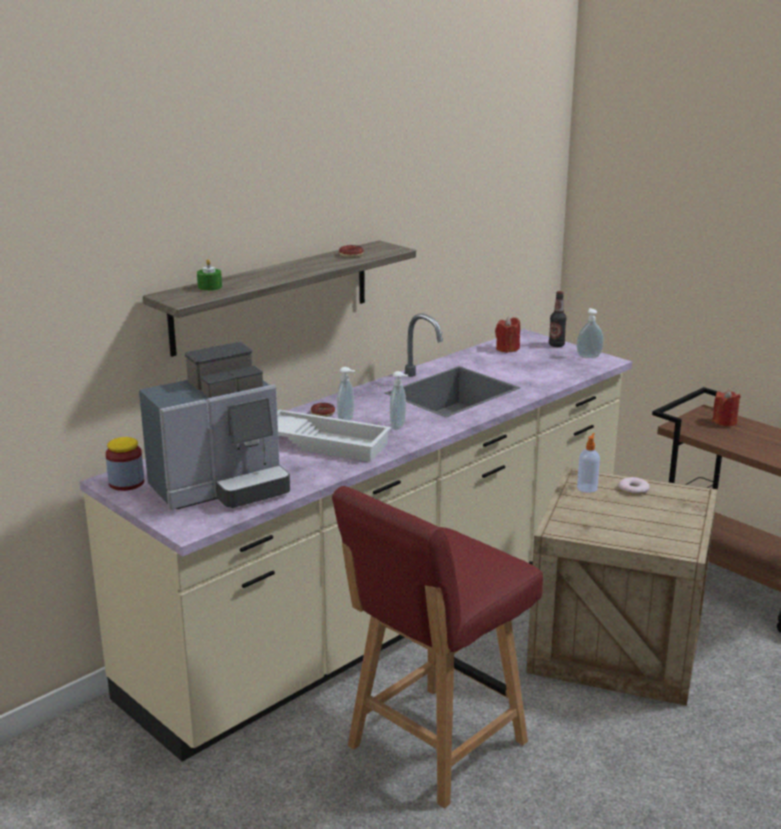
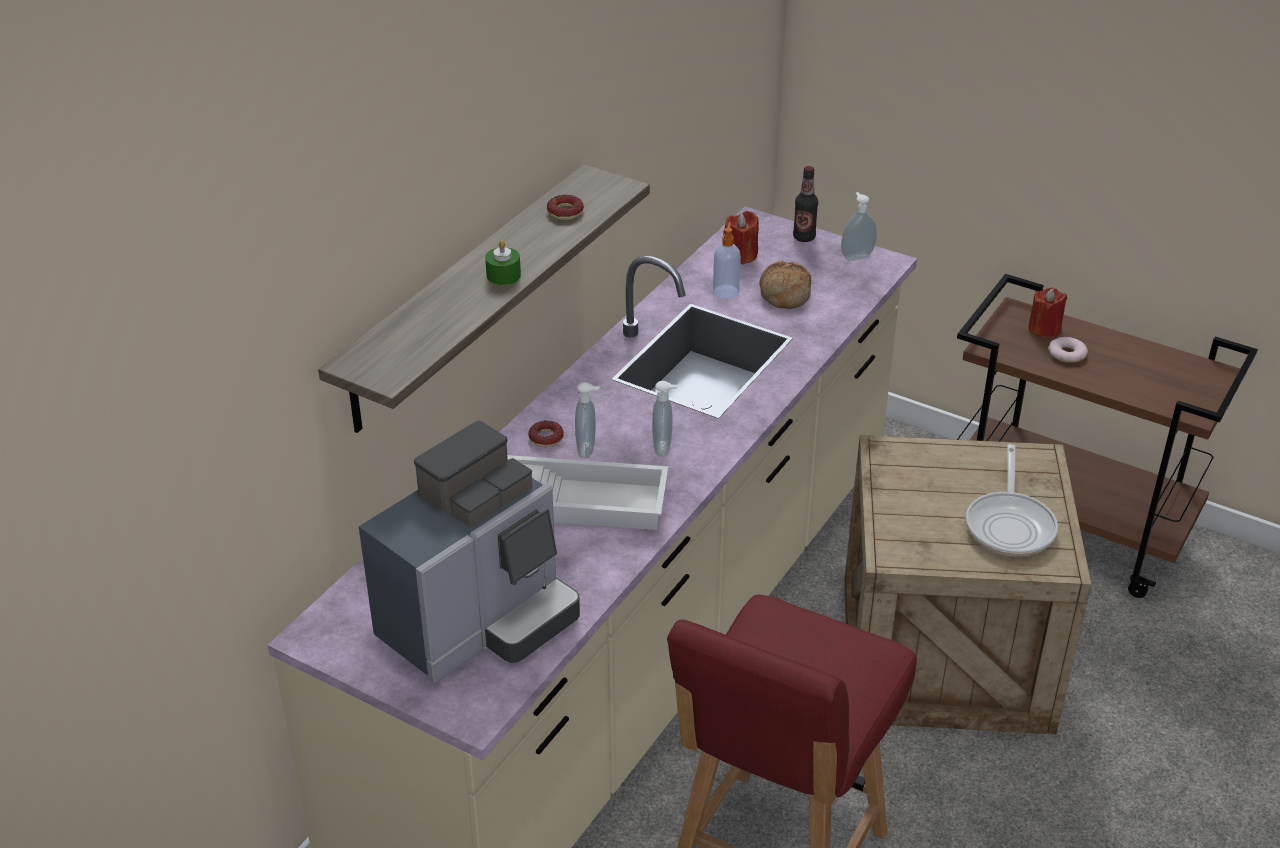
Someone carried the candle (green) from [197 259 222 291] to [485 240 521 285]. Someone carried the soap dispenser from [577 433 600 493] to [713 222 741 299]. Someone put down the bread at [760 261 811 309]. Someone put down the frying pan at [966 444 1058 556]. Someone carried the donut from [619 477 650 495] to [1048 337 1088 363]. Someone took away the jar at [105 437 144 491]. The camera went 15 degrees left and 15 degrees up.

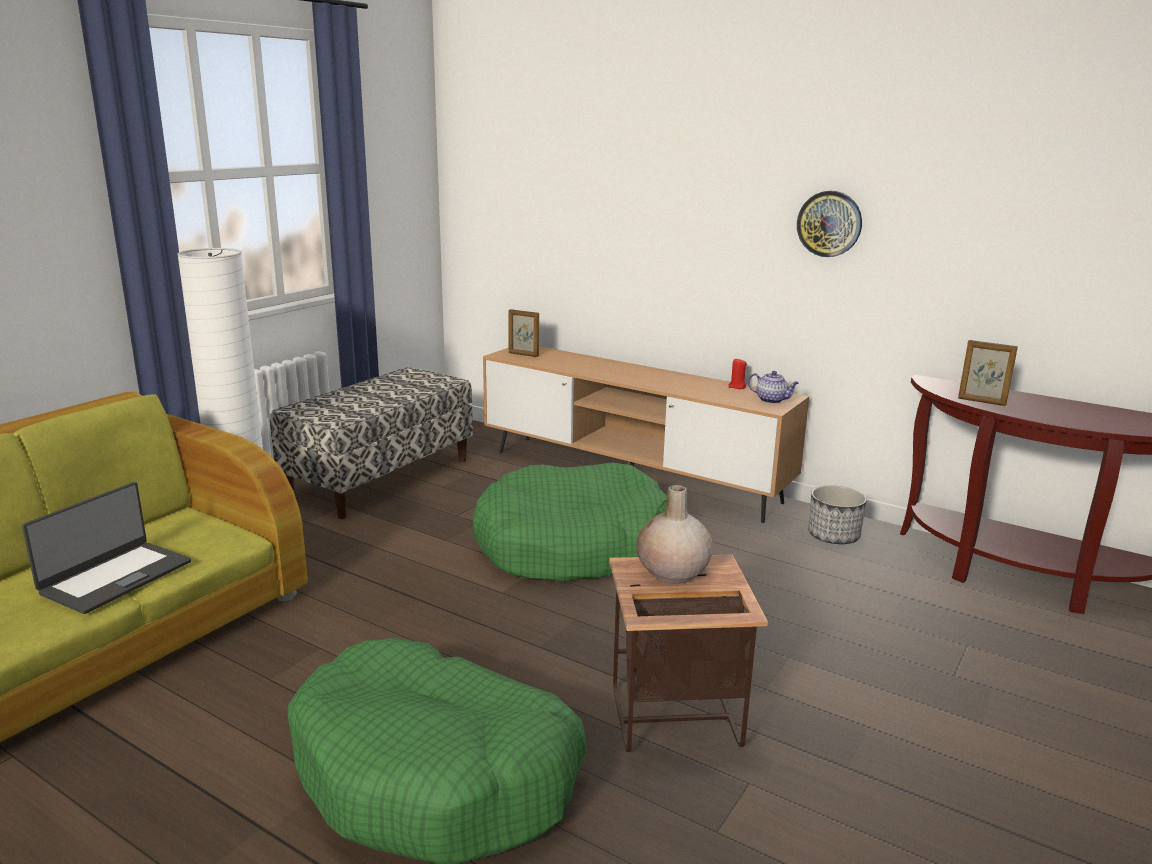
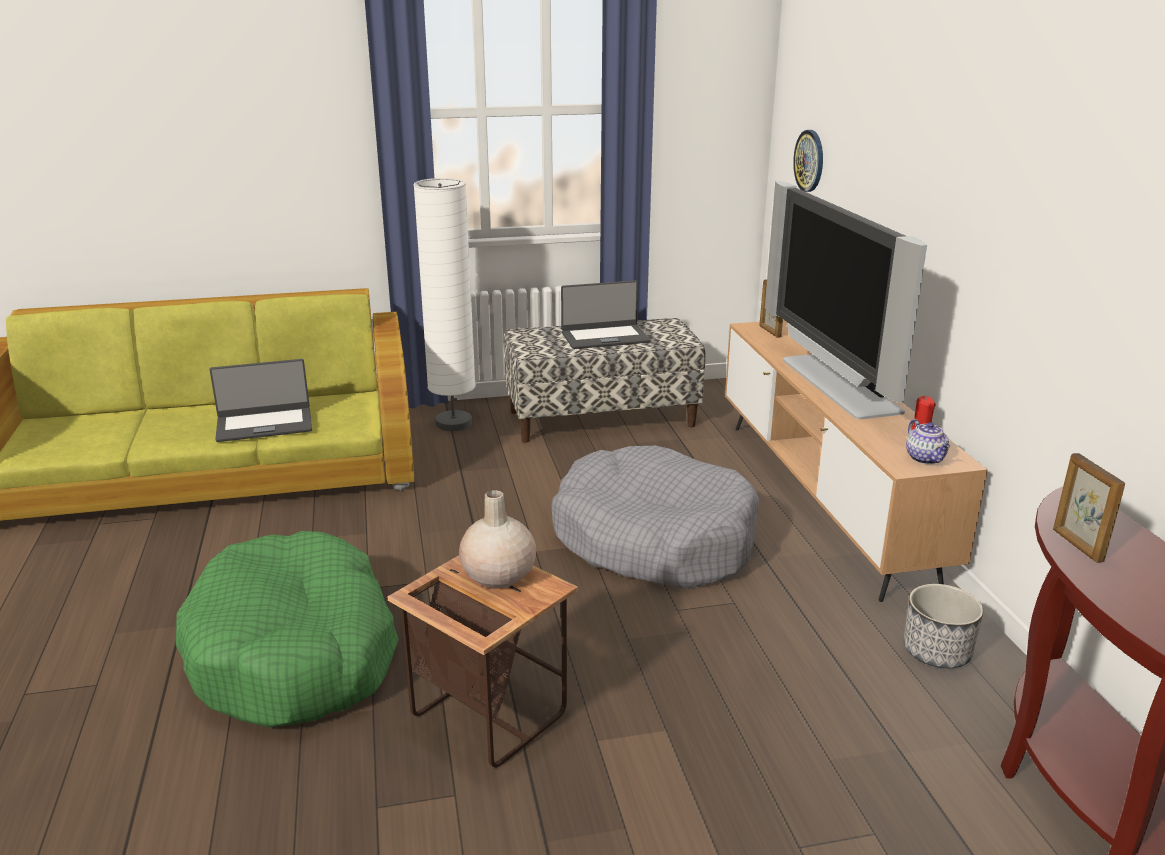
Someone repainted the dog bed (green) at [472 462 668 583], which became the dog bed (grey) at [551 446 759 589]. Someone put down the laptop at [561 280 650 349]. Someone put down the television at [765 181 927 420]. Someone carried the wall clock from [797 191 862 257] to [793 130 823 192]. The camera went 45 degrees right and 5 degrees up.

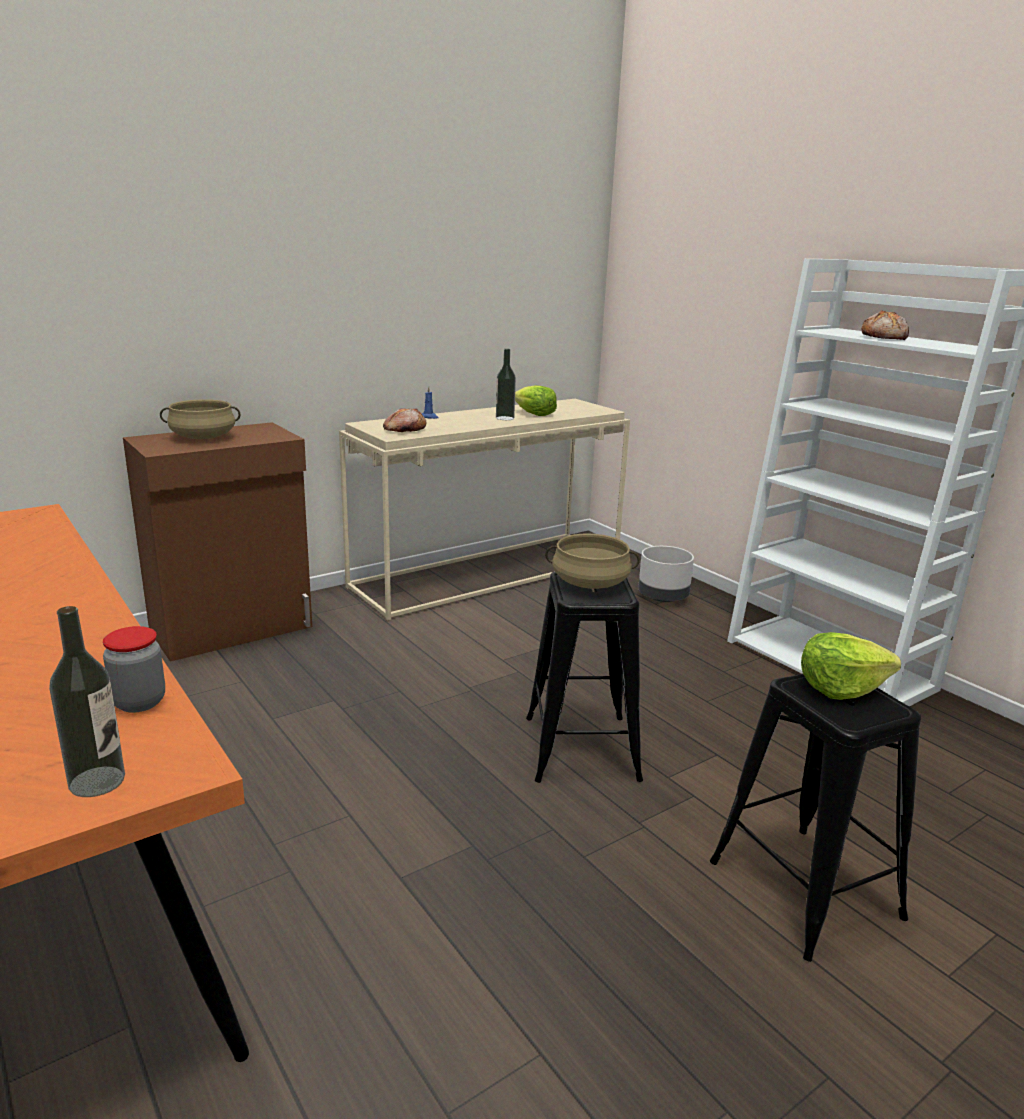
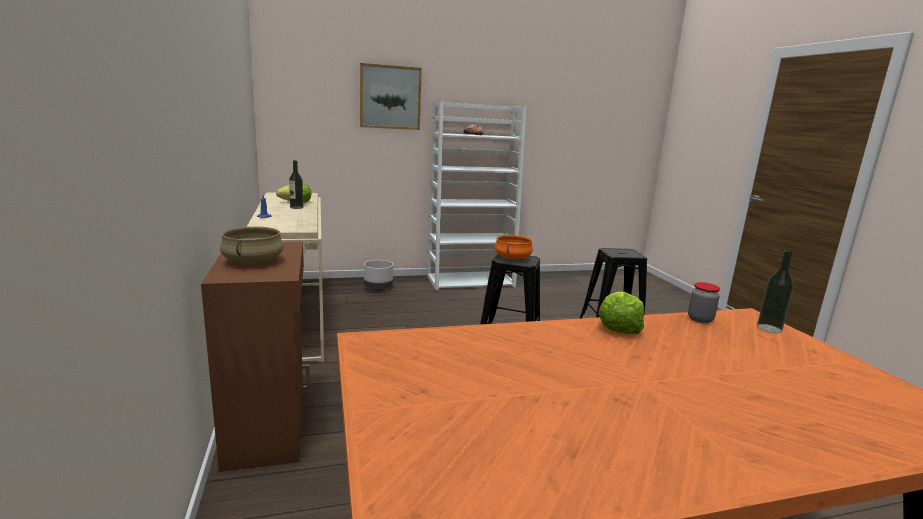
Someone put up the picture at [360 63 422 130]. Someone repainted the cooking pot (beige) at [545 534 640 589], which became the cooking pot (orange) at [495 235 533 260]. Someone carried the lettuce from [801 632 901 700] to [599 292 644 334]. Someone took away the bread at [383 408 427 432]. The camera went 70 degrees left and 5 degrees down.

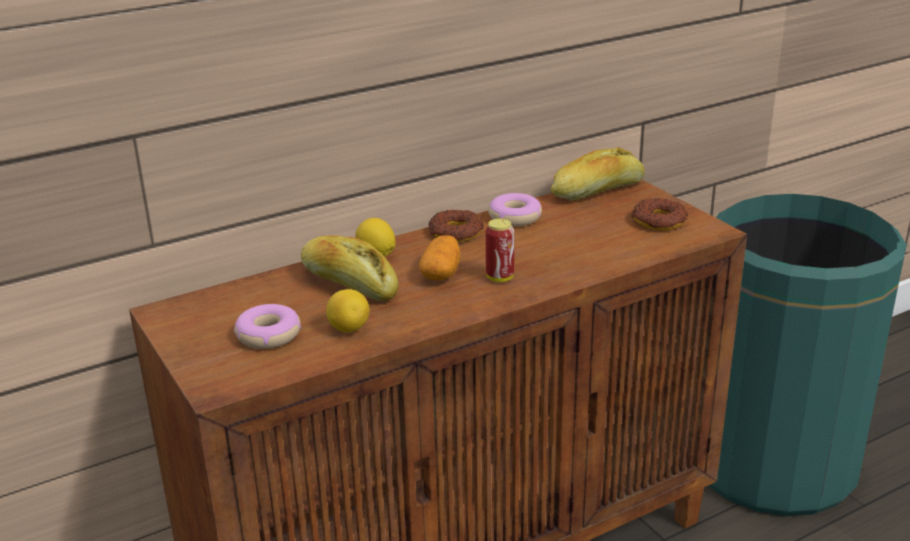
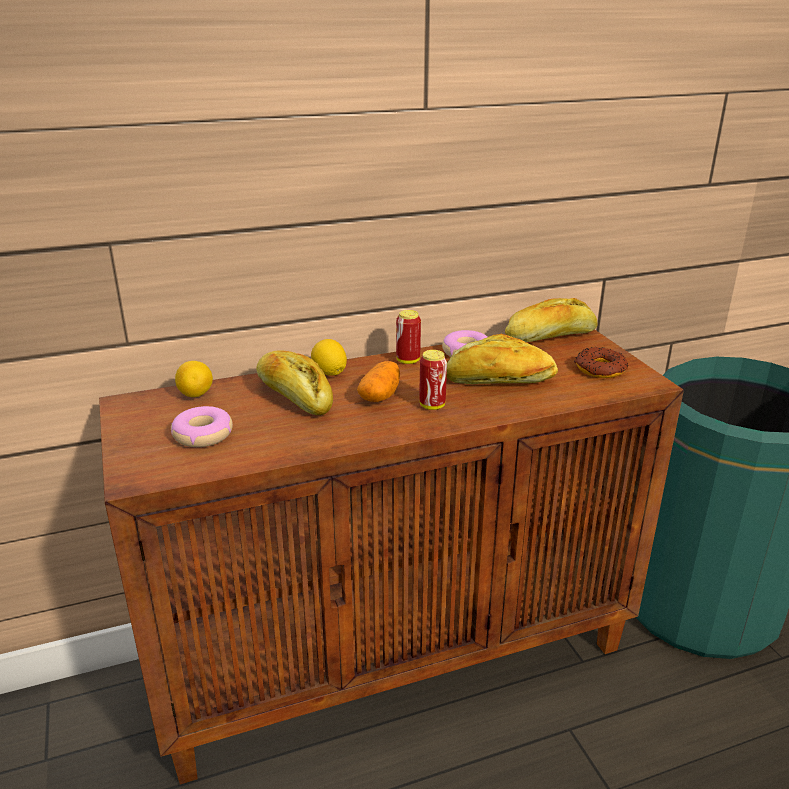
Someone carried the lemon from [326 289 370 332] to [175 361 213 397]. Someone swapped the donut at [428 210 484 242] for the can at [396 310 421 364]. Someone put down the bread at [447 334 558 384]. The camera went 10 degrees right and 0 degrees up.

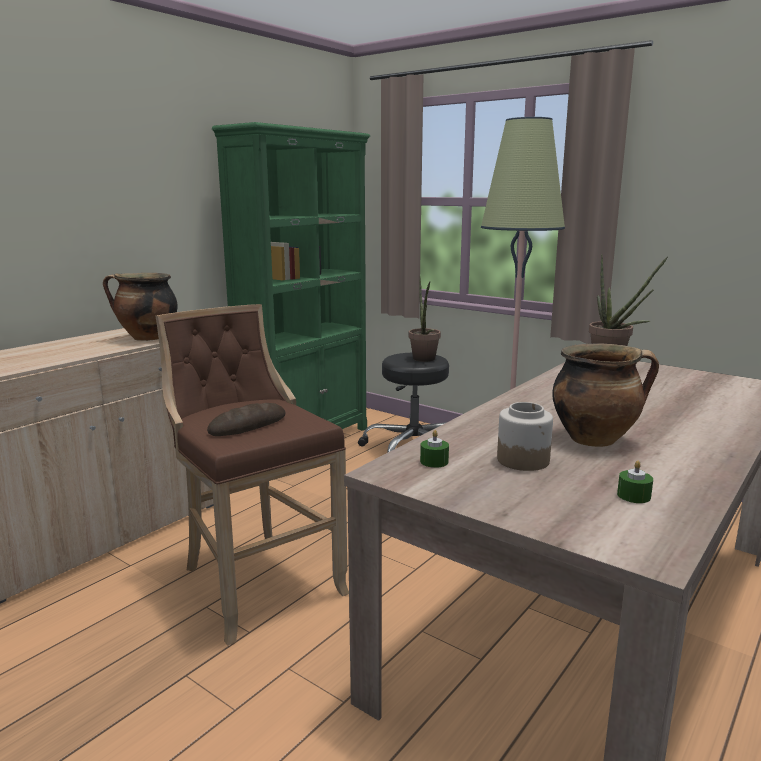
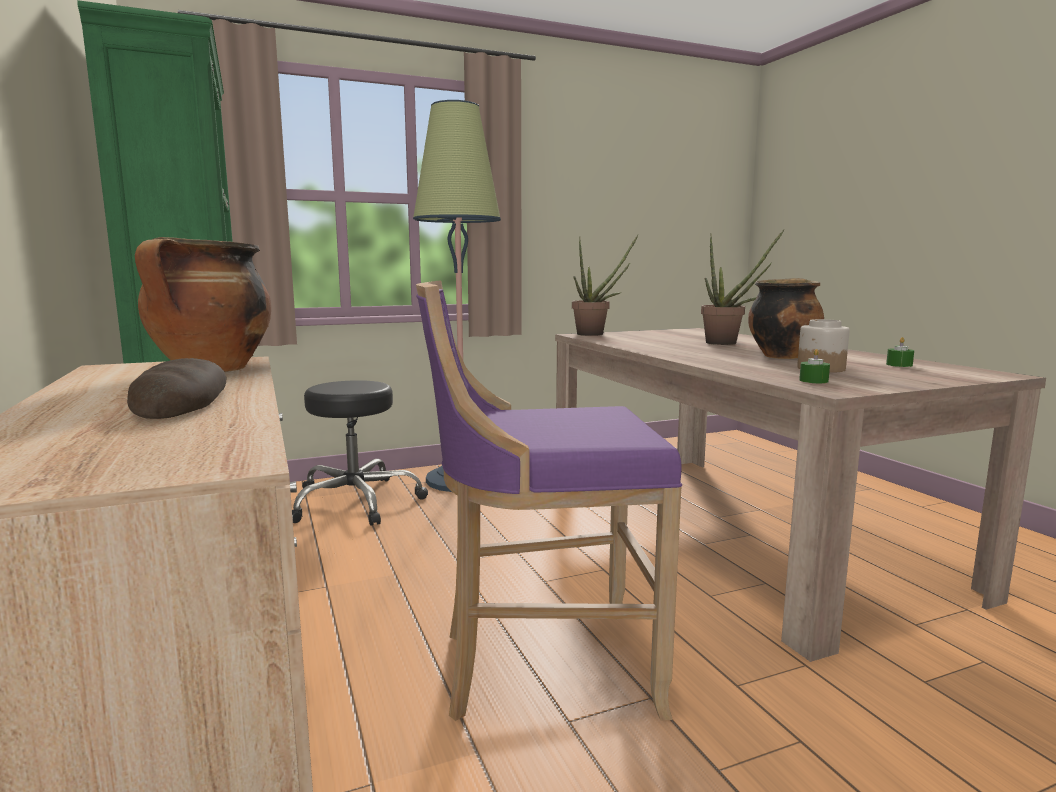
Someone carried the bread from [207 403 286 436] to [127 358 226 419]. Someone repainted the stool (brown) at [155 304 349 645], which became the stool (purple) at [416 281 682 721]. Someone carried the potted plant from [409 279 441 362] to [701 229 784 345]. The camera went 60 degrees left and 5 degrees down.

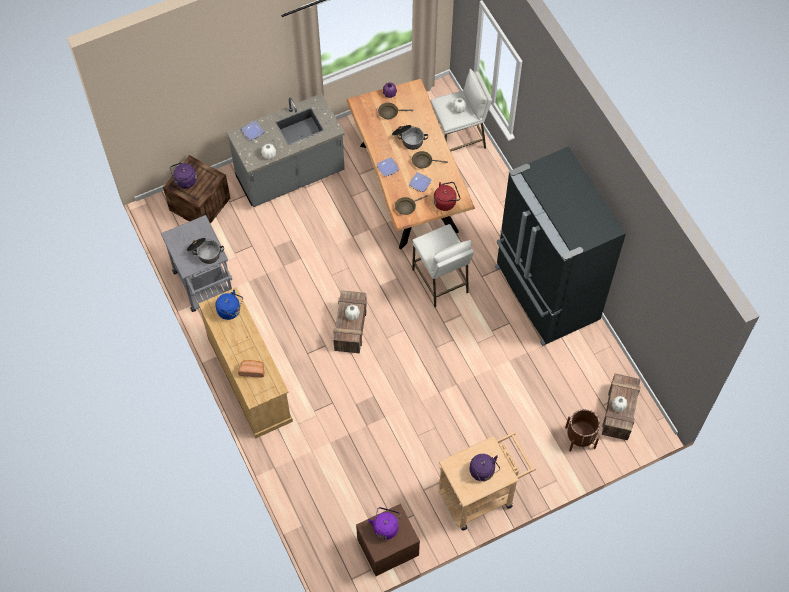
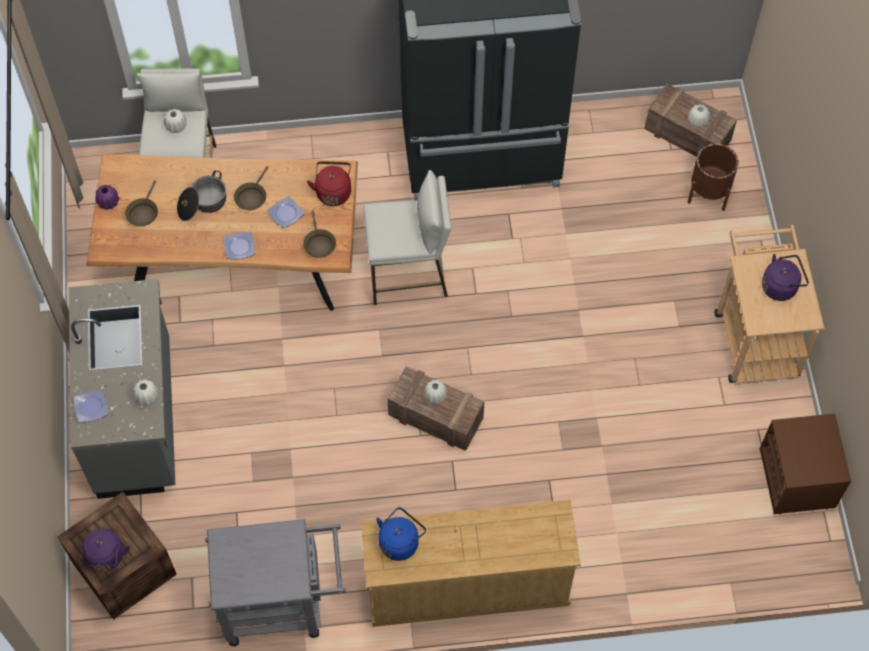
Someone took away the cooking pot at [187 238 224 264]. Someone took away the bread at [238 360 264 378]. Someone took away the kettle (purple) at [368 507 401 540]. The camera went 70 degrees left and 0 degrees up.

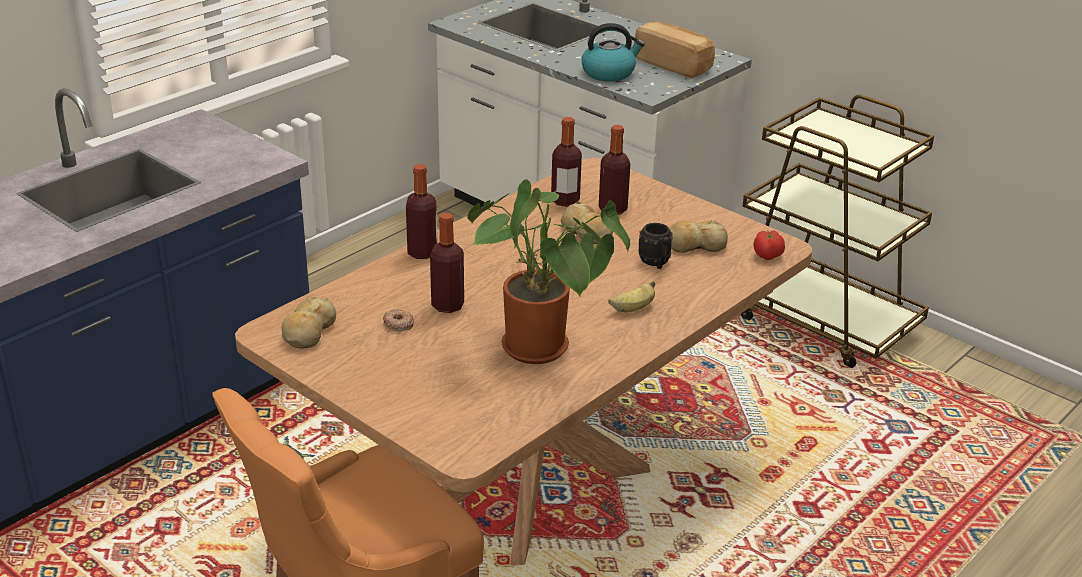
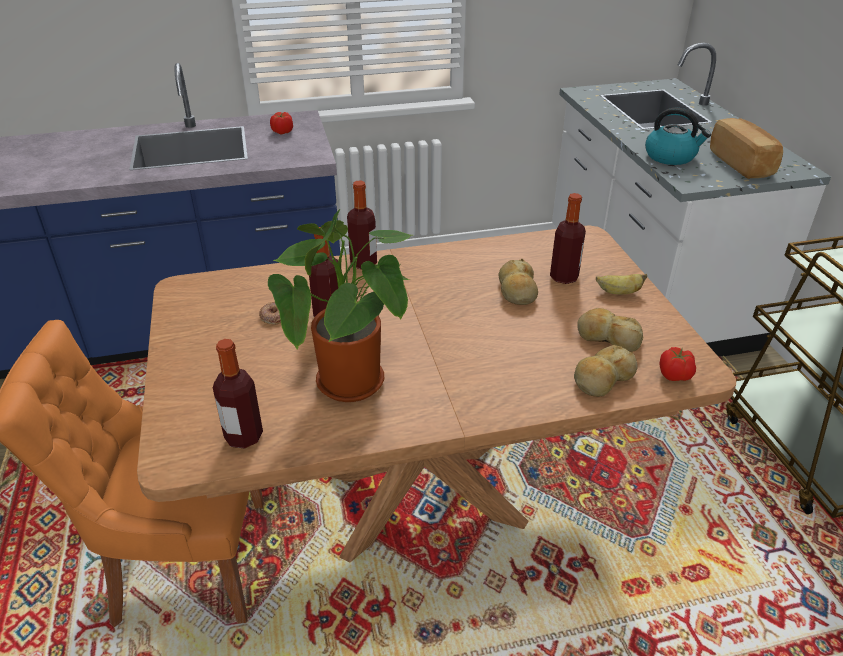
Someone carried the bottle from [551 117 582 207] to [213 339 263 449]. Someone put down the tomato at [270 112 293 134]. Someone carried the bread from [282 297 336 348] to [574 345 638 397]. Someone carried the banana from [608 281 655 312] to [596 274 647 294]. Someone took away the mug (black) at [638 223 673 269]. The camera went 35 degrees right and 5 degrees up.

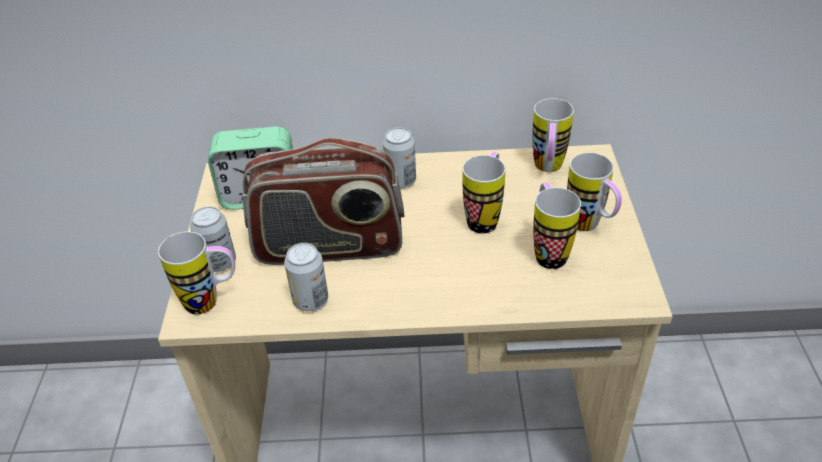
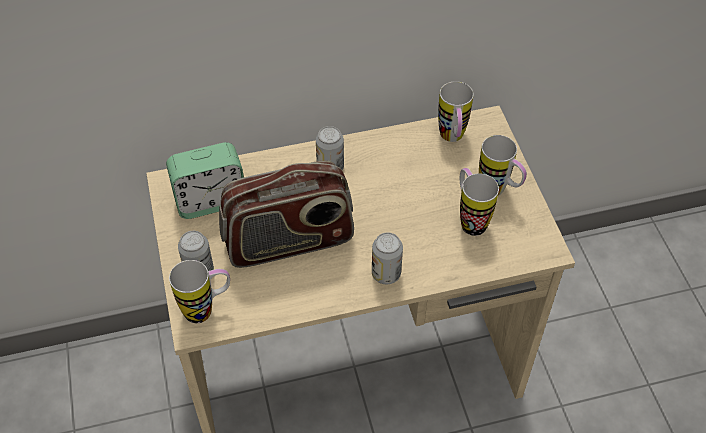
Someone carried the can from [284 243 328 311] to [372 232 403 284]. Someone took away the mug at [462 152 506 234]. The camera went 15 degrees left and 10 degrees up.

